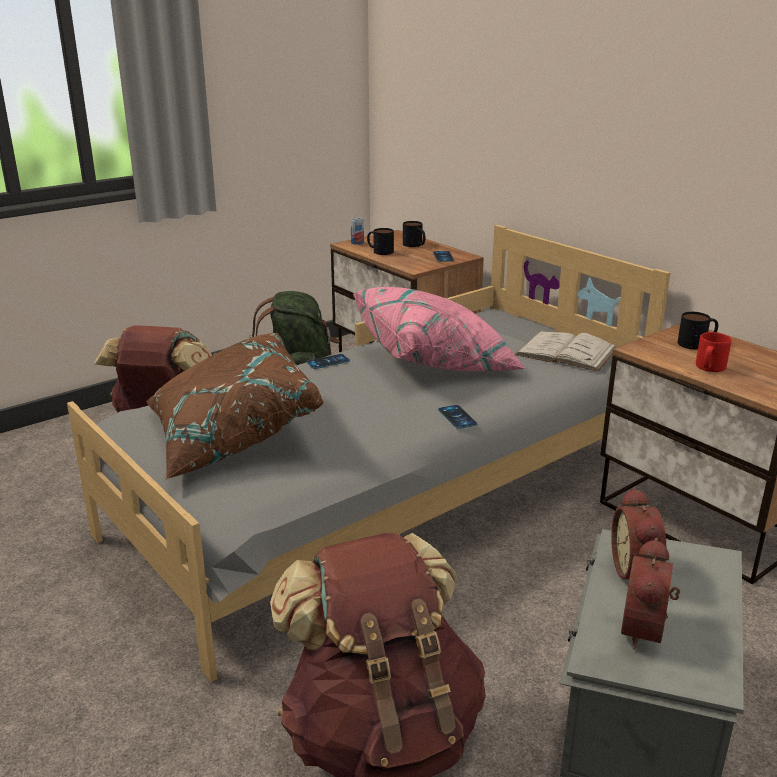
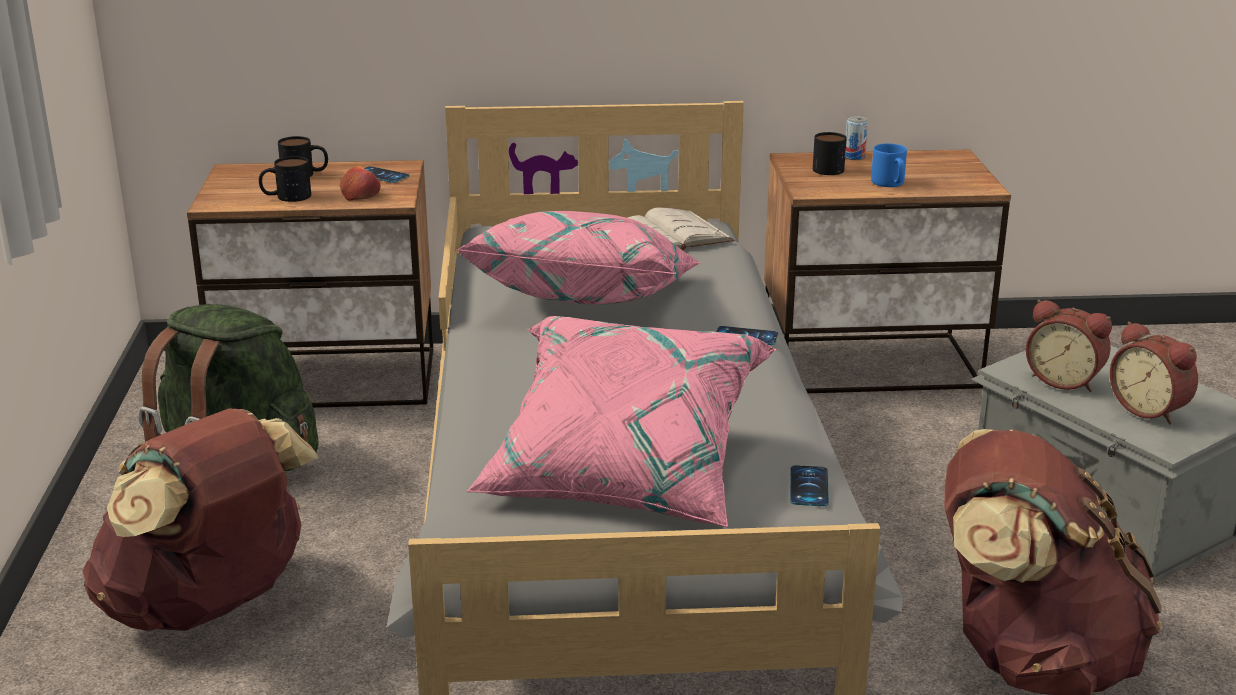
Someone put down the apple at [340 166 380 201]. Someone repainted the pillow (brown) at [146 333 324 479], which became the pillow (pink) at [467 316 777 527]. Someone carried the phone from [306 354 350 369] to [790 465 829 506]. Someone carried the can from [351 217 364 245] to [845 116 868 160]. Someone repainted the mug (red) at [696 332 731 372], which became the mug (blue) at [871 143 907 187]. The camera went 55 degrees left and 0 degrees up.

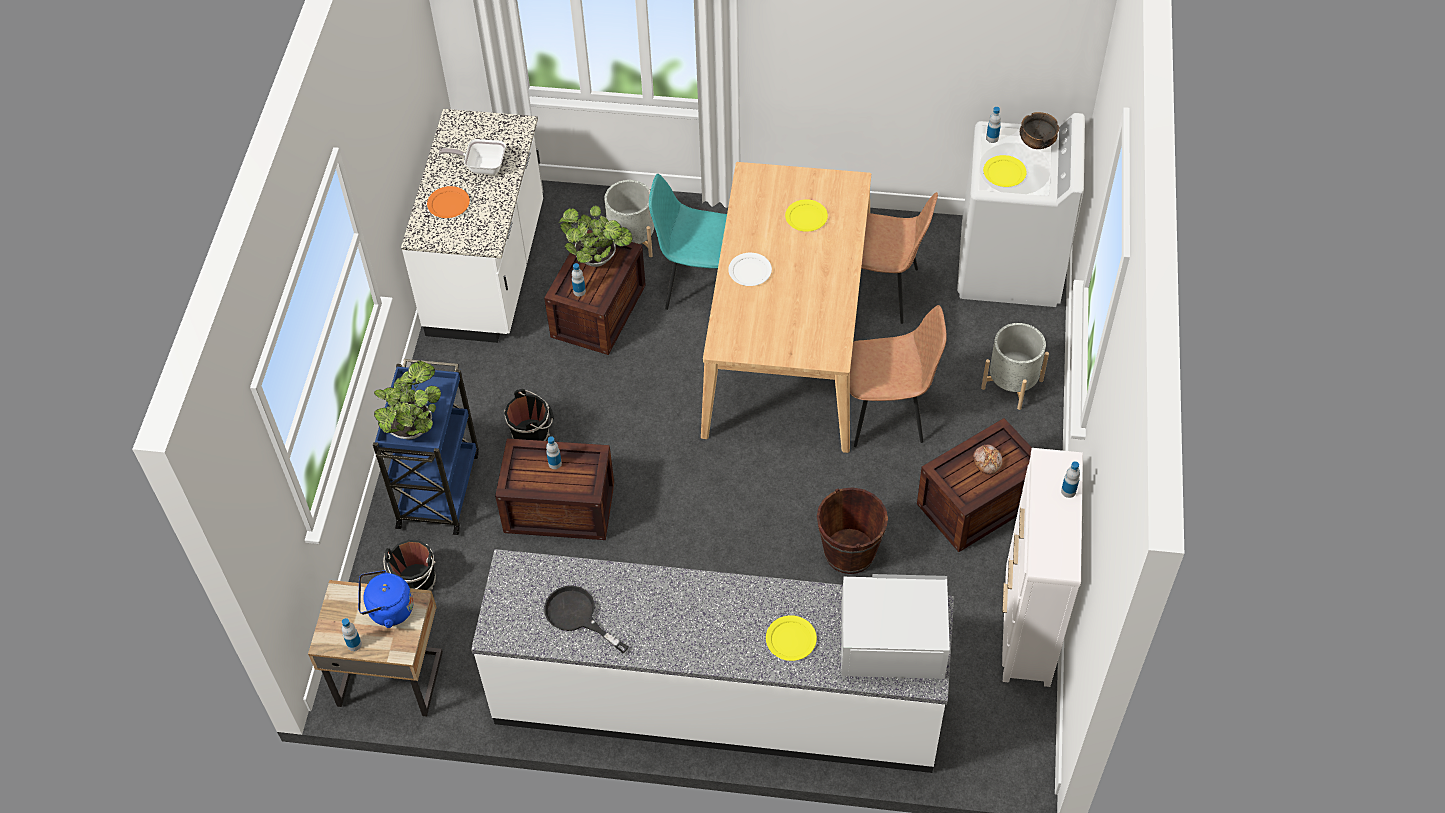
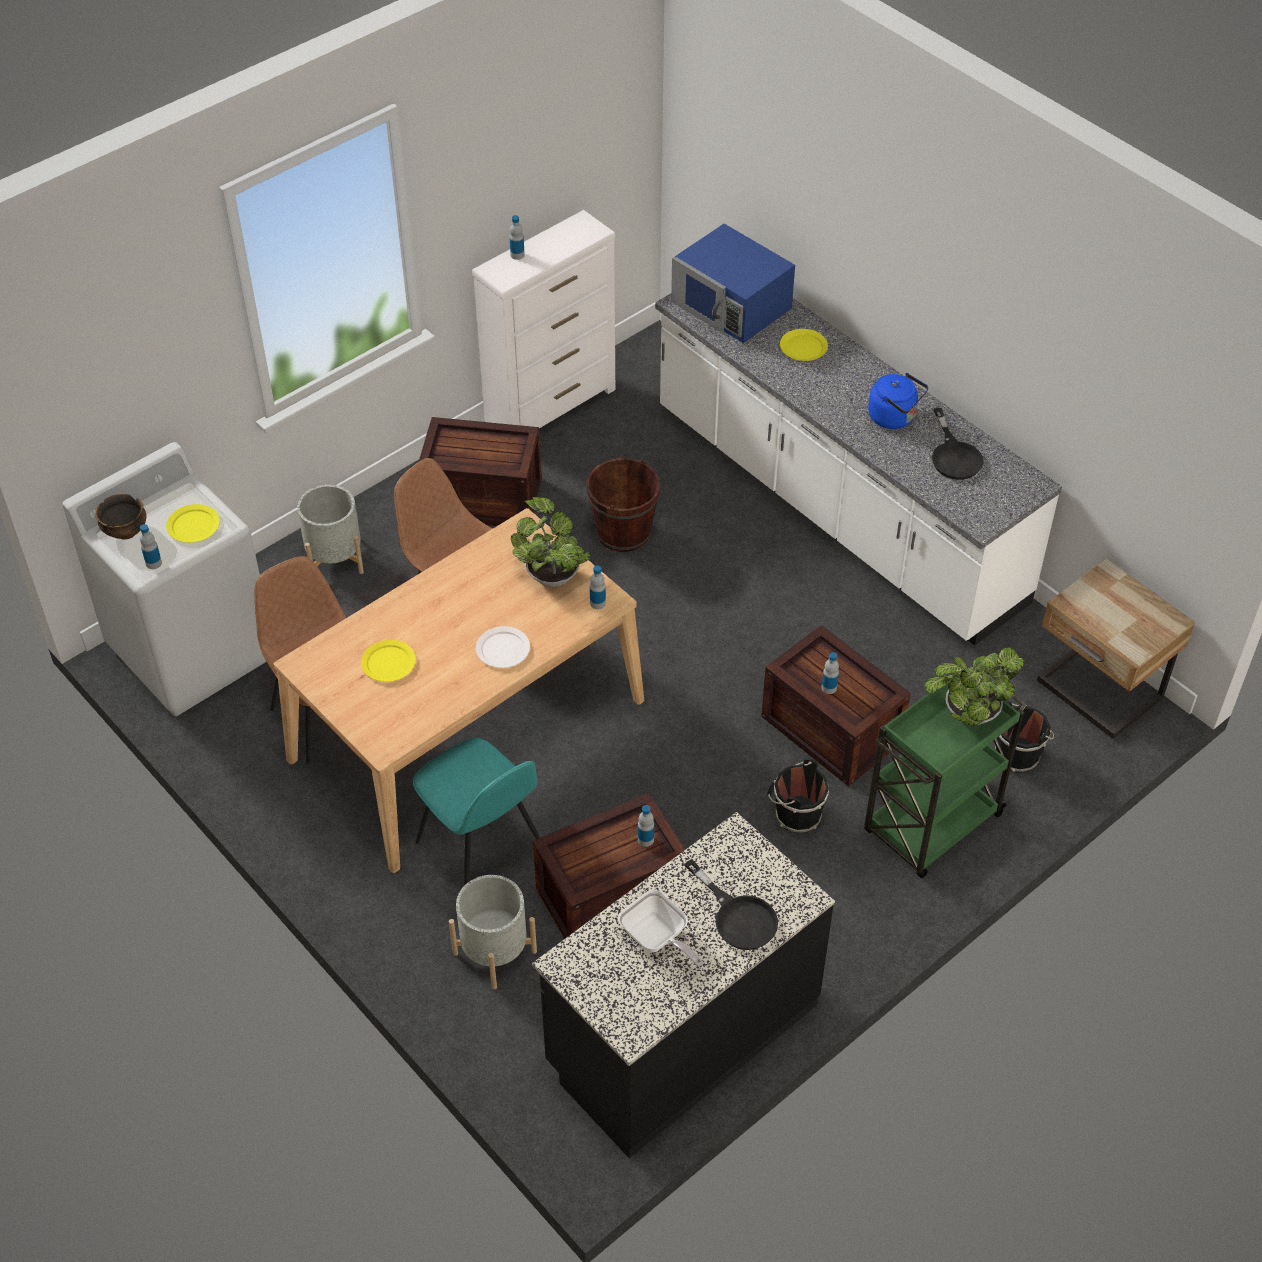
Someone carried the potted plant from [559 205 632 267] to [511 497 590 587]. Someone repainted the counter (white) at [401 109 543 343], which became the counter (black) at [532 812 835 1158]. Someone carried the bottle from [342 618 362 651] to [590 565 606 609]. Someone repainted the microwave (white) at [841 574 950 679], which became the microwave (blue) at [671 224 795 343]. Someone swapped the plate (orange) at [427 186 470 218] for the frying pan (black) at [684 859 778 950]. Someone repainted the cart (blue) at [373 359 479 535], which became the cart (green) at [864 674 1027 878]. Someone carried the kettle (blue) from [358 570 413 628] to [868 373 928 429]. Someone took away the bread at [973 445 1003 475]. The camera went 140 degrees left and 5 degrees down.

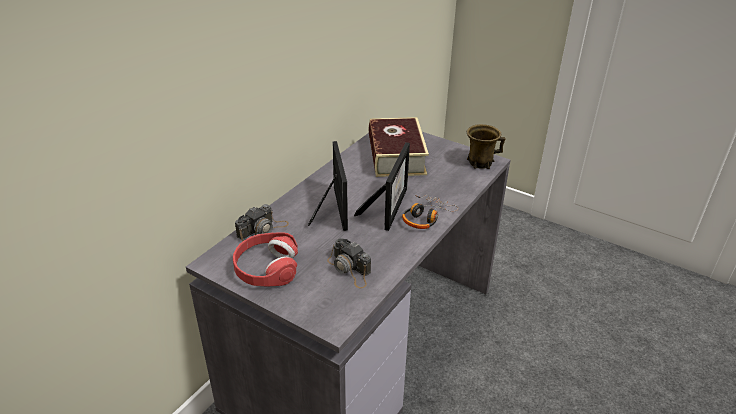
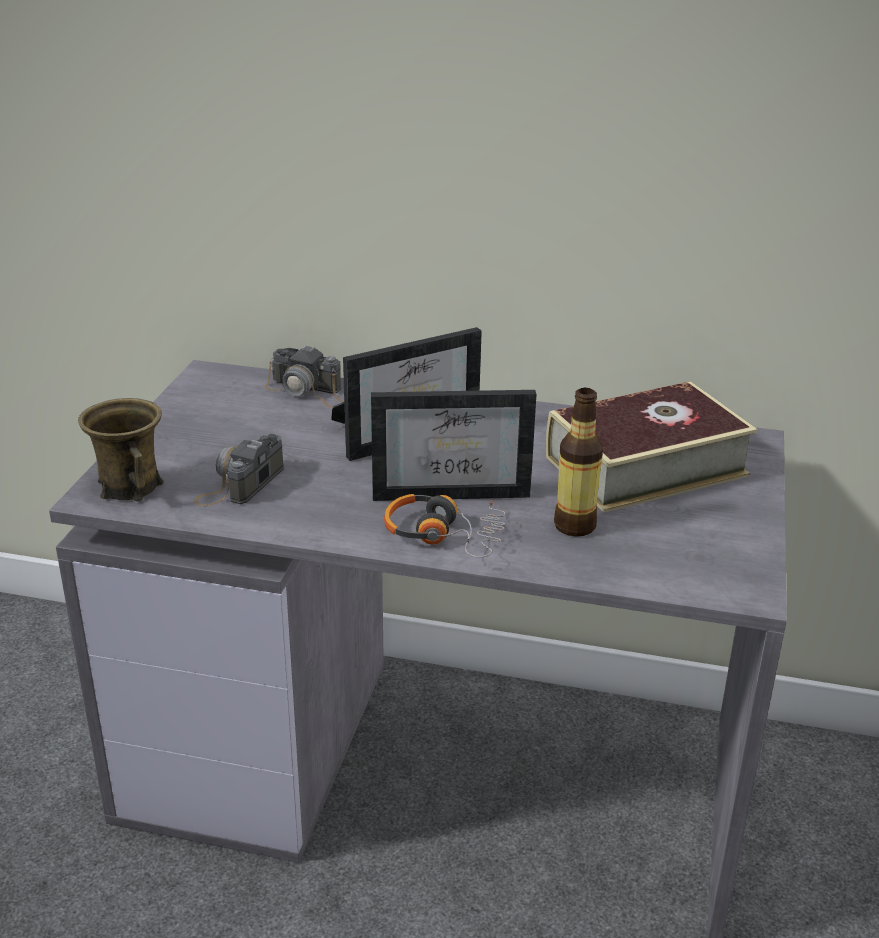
Someone carried the mug (brown) from [467 124 506 169] to [78 398 164 501]. Someone put down the bottle at [554 388 603 537]. Someone took away the headphones (red) at [233 232 298 287]. The camera went 70 degrees right and 5 degrees down.

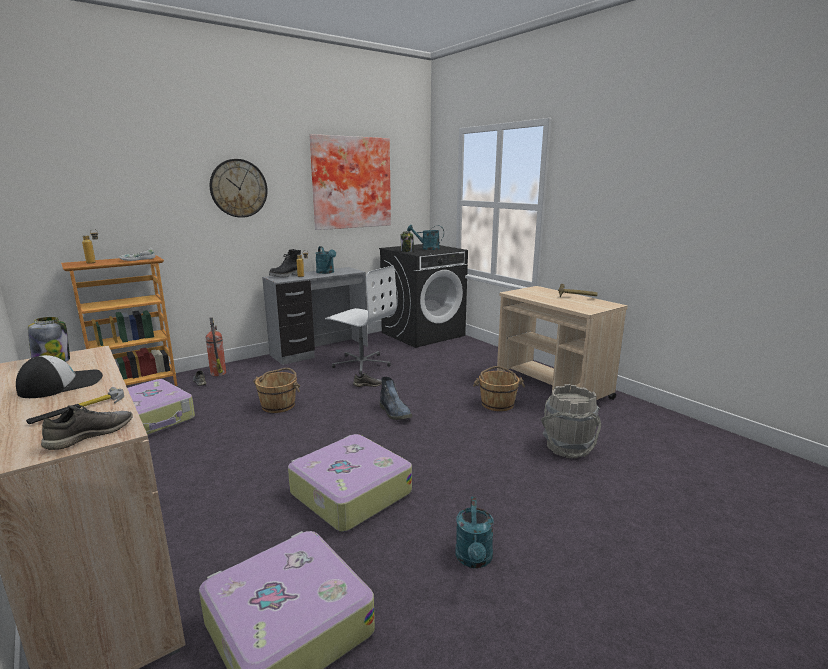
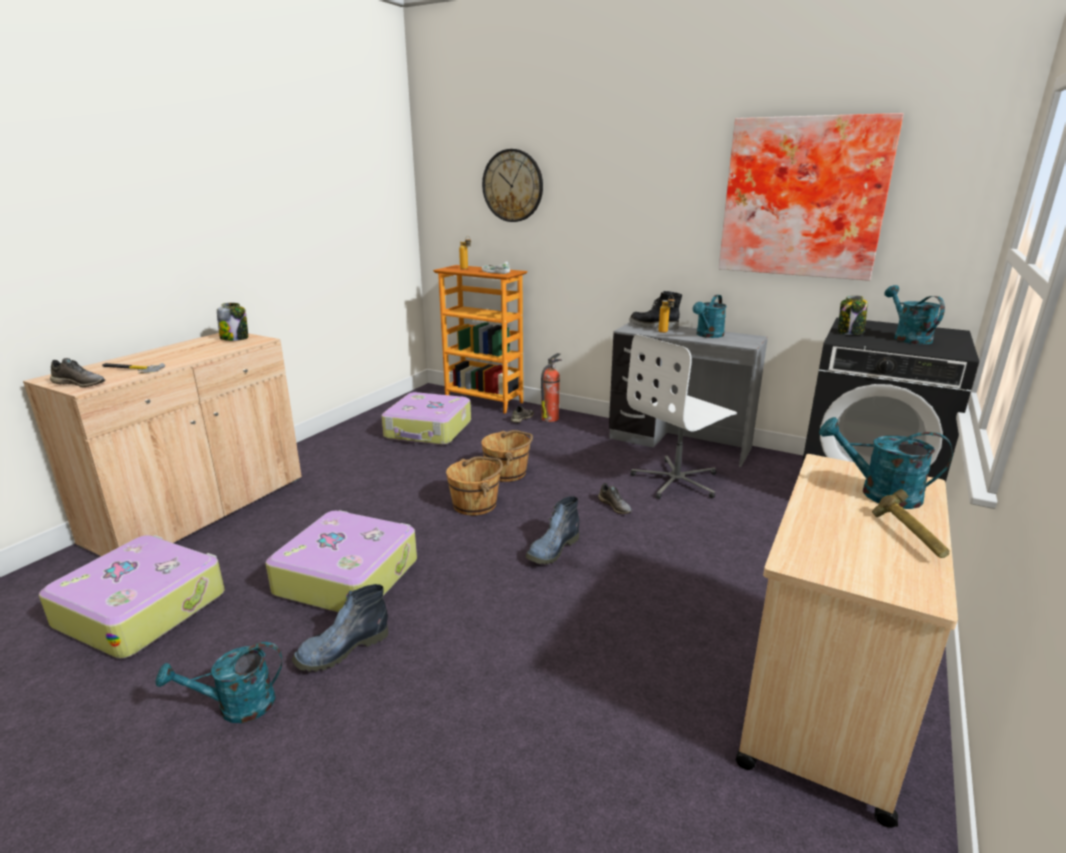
Someone put down the boot at [292 584 388 672]. Someone carried the bucket (brown) from [473 366 525 411] to [446 456 503 515]. Someone carried the wall clock from [210 159 268 218] to [482 149 543 222]. Someone rotated the office chair (white) at [325 265 397 375] by 45 degrees clockwise. Someone put down the watering can (turquoise) at [819 417 953 509]. Someone took away the cap at [16 355 103 398]. Someone took away the bucket (grey) at [541 384 601 458]. The camera went 65 degrees right and 5 degrees up.

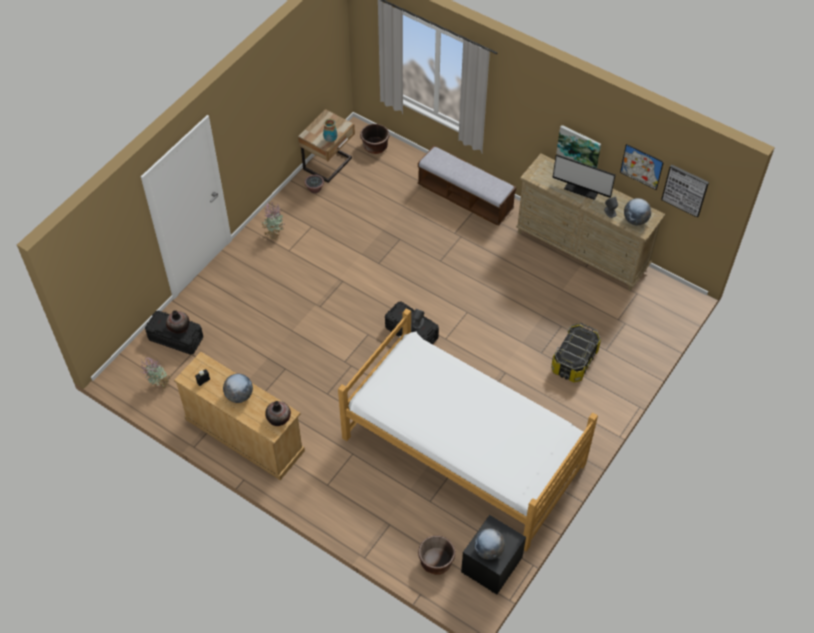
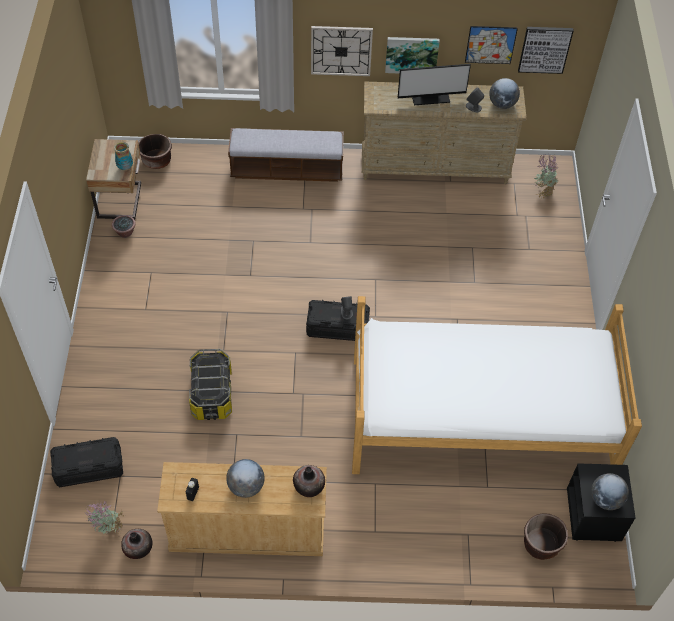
Someone carried the vase from [166 310 190 333] to [121 529 153 559]. Someone carried the storage box from [551 323 601 382] to [189 349 232 420]. Someone put up the wall clock at [311 26 373 76]. Someone carried the potted plant from [262 202 285 240] to [534 154 559 199]. The camera went 35 degrees left and 0 degrees up.

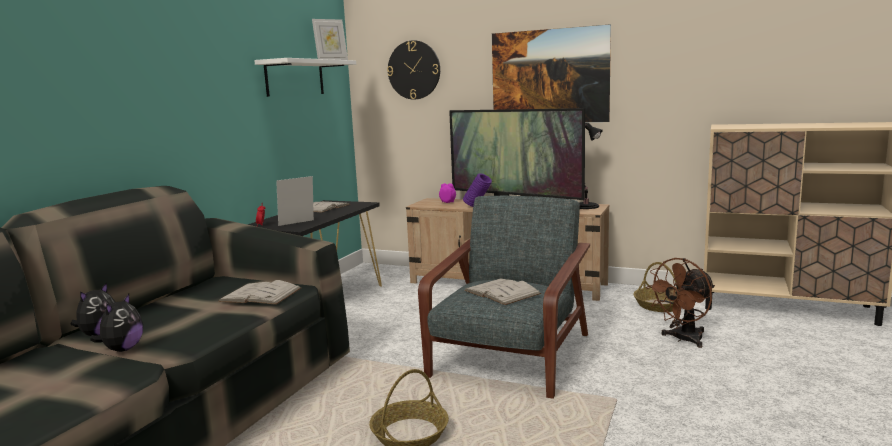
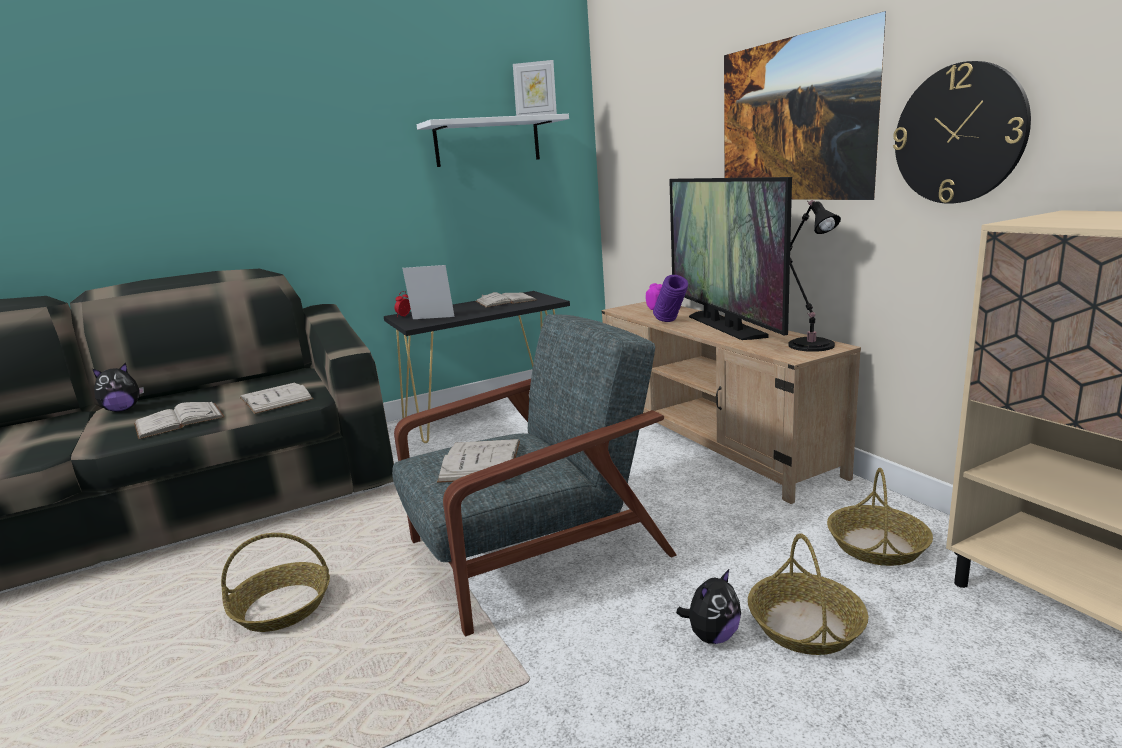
Someone put down the book (white) at [134 402 225 439]. Someone carried the plush toy from [90 294 143 352] to [676 569 741 644]. Someone swapped the fan (brown) at [646 258 715 348] for the basket at [748 533 868 655]. Someone carried the wall clock from [387 40 440 100] to [893 61 1031 204]. The camera went 40 degrees right and 5 degrees up.

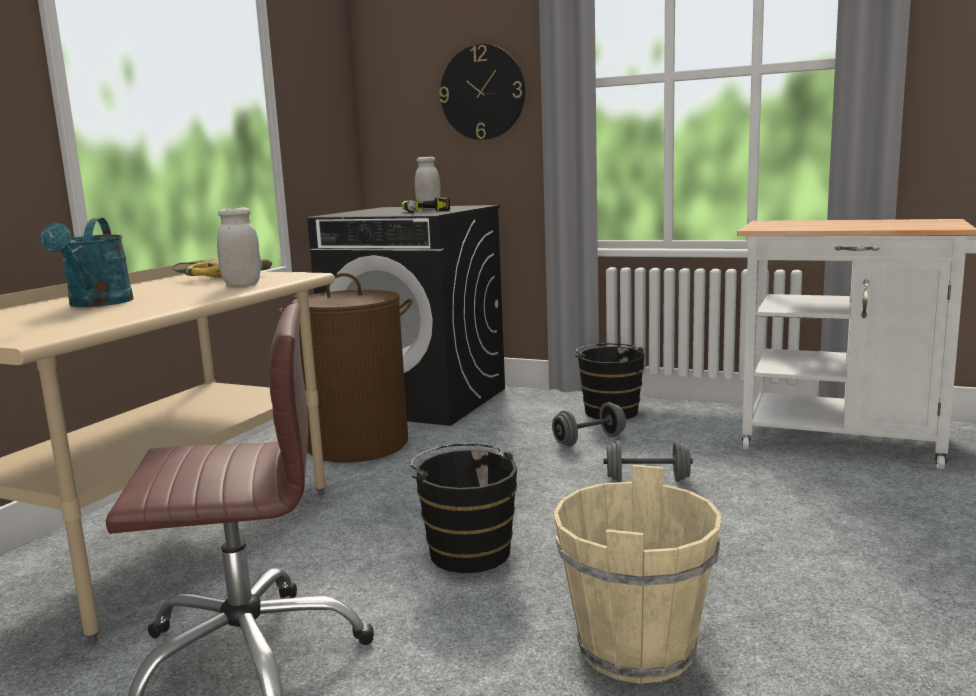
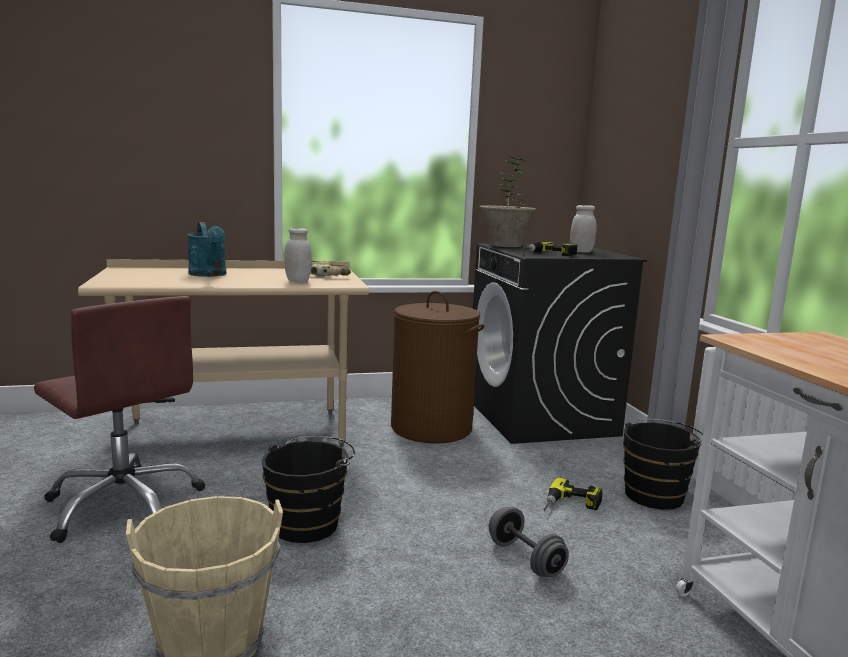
Someone rotated the watering can (turquoise) at [40 218 134 307] by 75 degrees counterclockwise. Someone put down the potted plant at [479 154 537 247]. Someone swapped the dumbbell (grey) at [552 402 626 446] for the power drill at [543 477 603 511]. Someone took away the wall clock at [439 44 525 140]. The camera went 50 degrees right and 0 degrees up.

